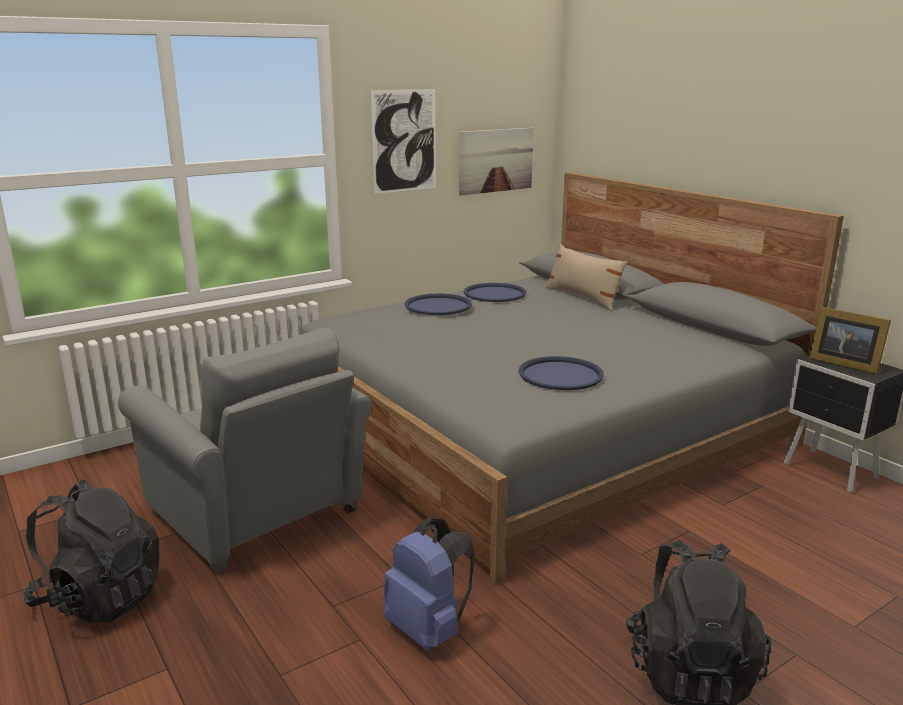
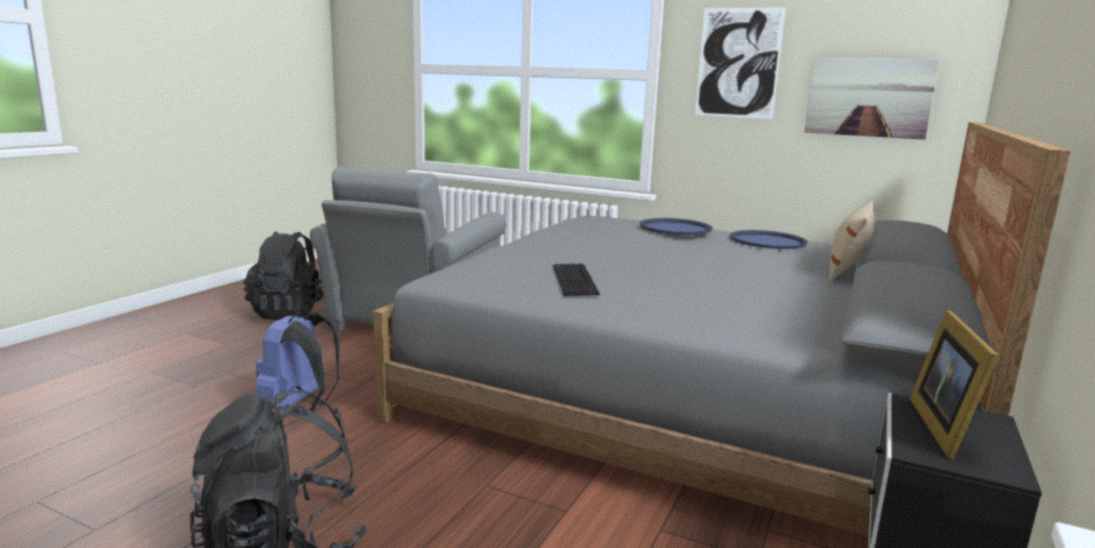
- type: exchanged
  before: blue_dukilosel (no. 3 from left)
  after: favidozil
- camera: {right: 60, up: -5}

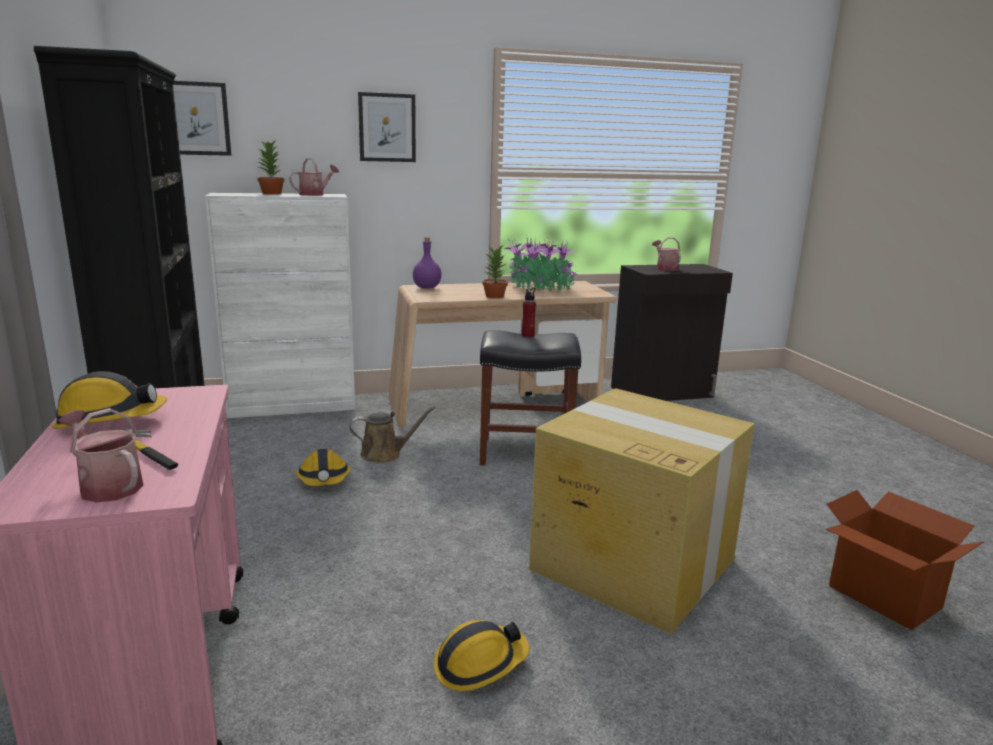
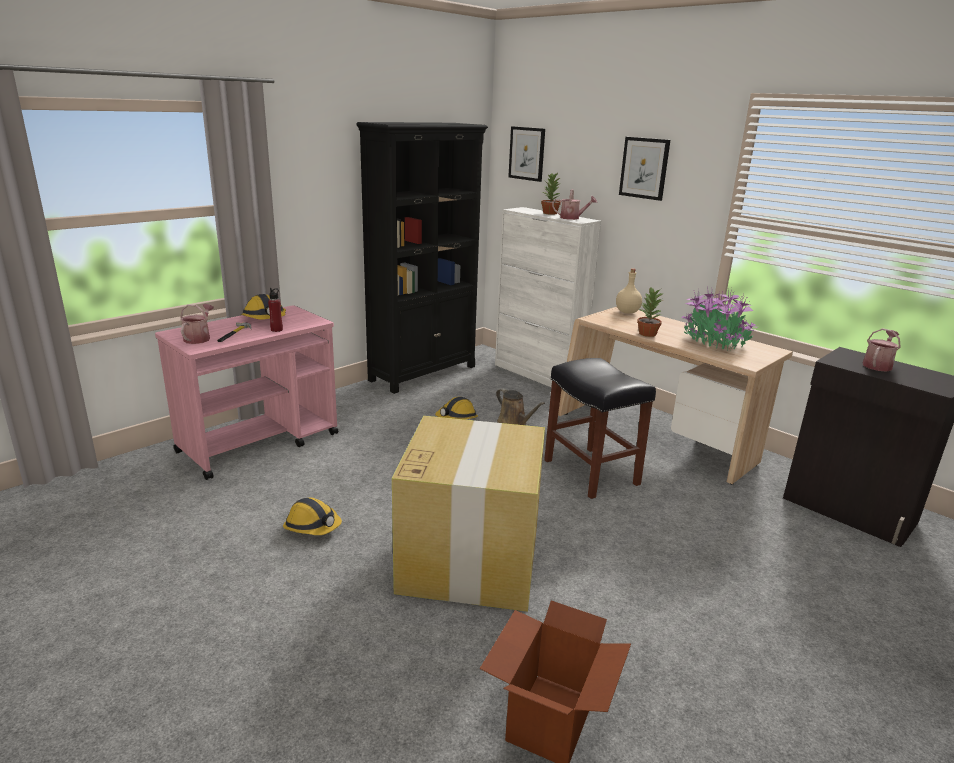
- type: relocated
  before: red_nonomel
- type: colour
  before: purple_nonomel
  after: beige_nonomel
- camera: {right: 60, up: 5}

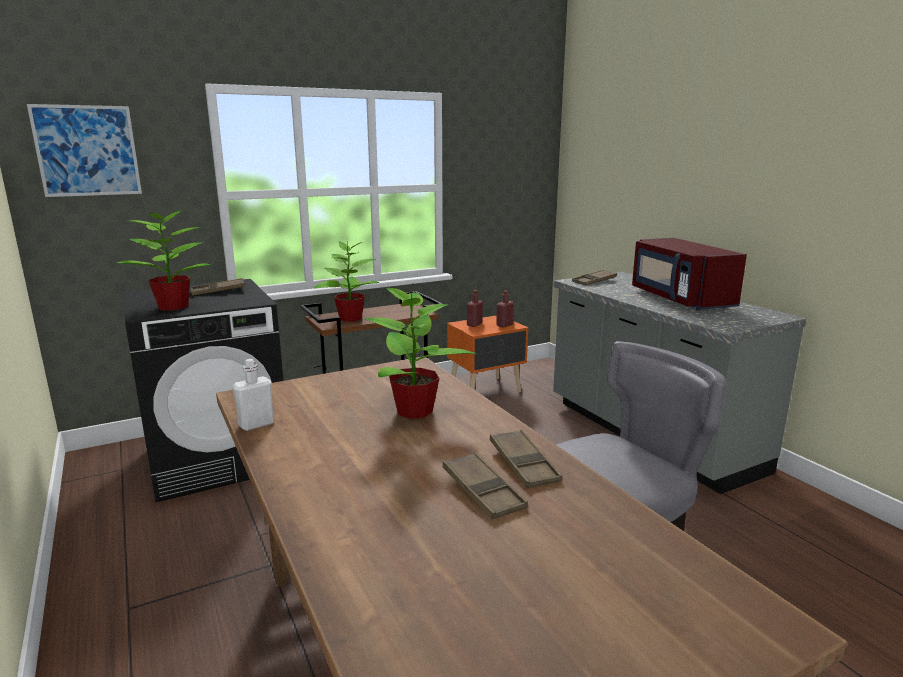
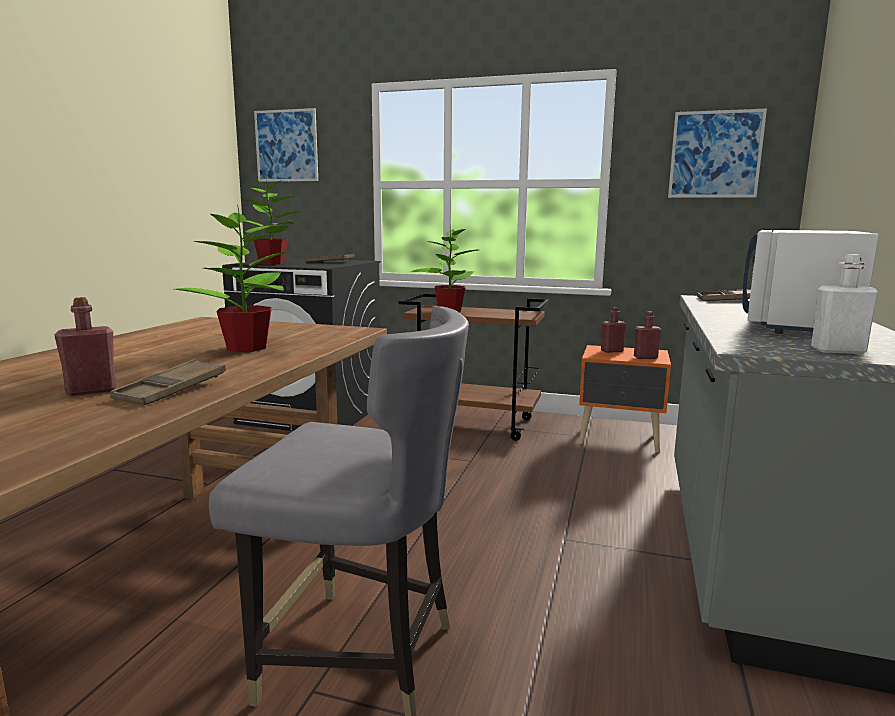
- type: appeared
  after: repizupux (no. 2 from left)
- type: relocated
  before: white_nonomel
- type: exchanged
  before: brown_dukilosel (no. 2 from left)
  after: red_nonomel (no. 1 from left)
- type: colour
  before: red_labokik
  after: white_labokik
- camera: {right: 45, up: -5}

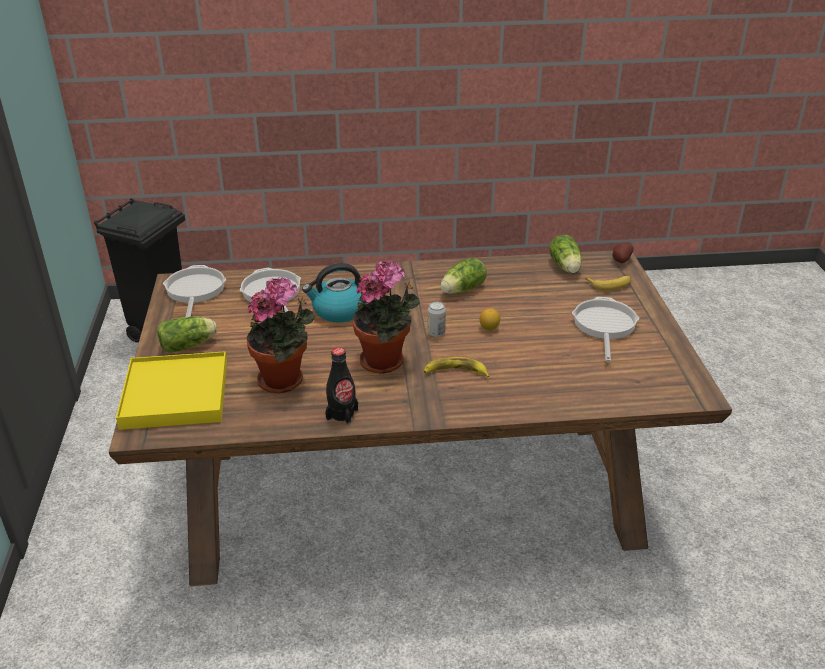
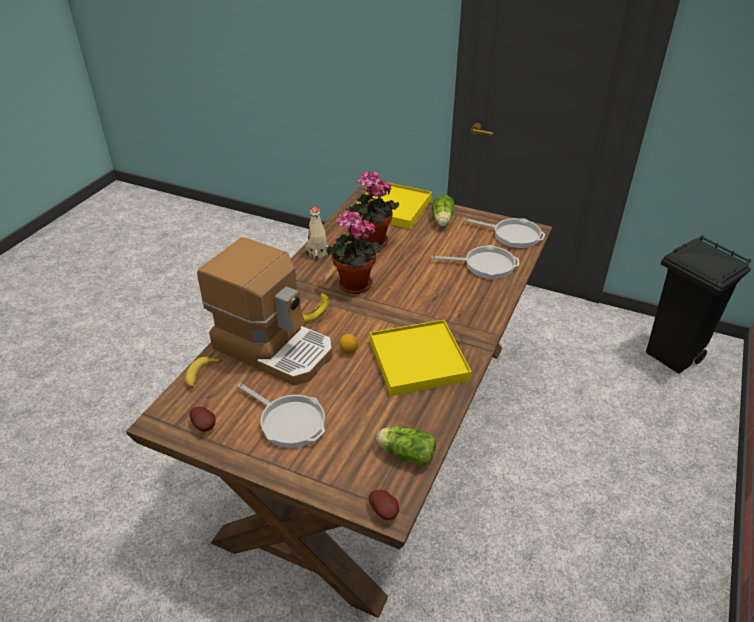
- type: missing
  before: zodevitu
- type: missing
  before: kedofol
- type: appeared
  after: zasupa (no. 1 from left)
- type: appeared
  after: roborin
- type: relocated
  before: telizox (no. 2 from left in the first image)
  after: telizox (no. 1 from left)
- type: exchanged
  before: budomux (no. 2 from left)
  after: yellow_dukilosel (no. 2 from left)
- type: colour
  before: black_nonomel
  after: beige_nonomel
- camera: {right: 120, up: 5}

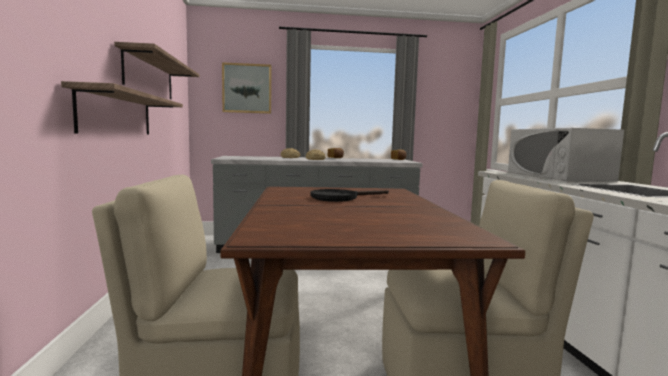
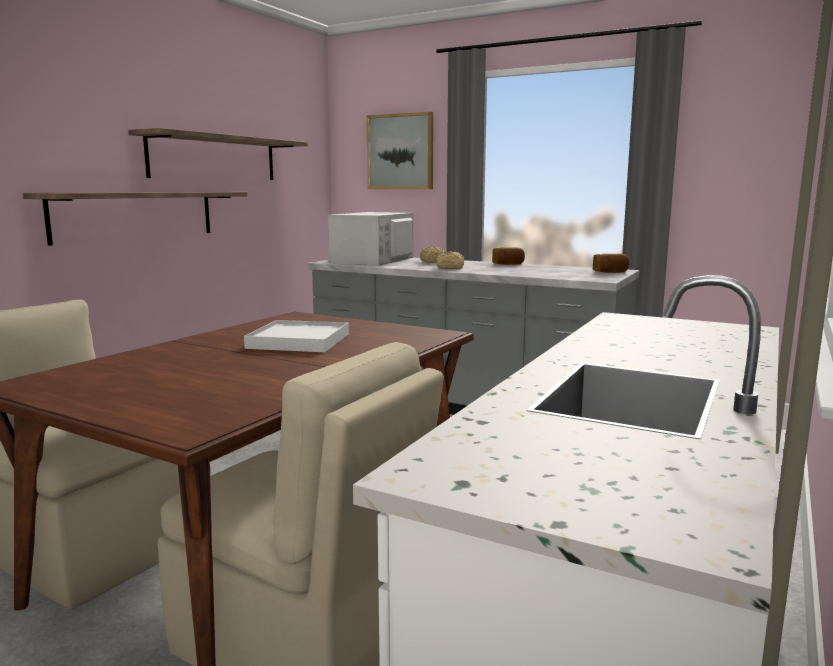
- type: relocated
  before: white_labokik
- type: exchanged
  before: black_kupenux
  after: white_dukilosel
- camera: {right: 35, up: 5}

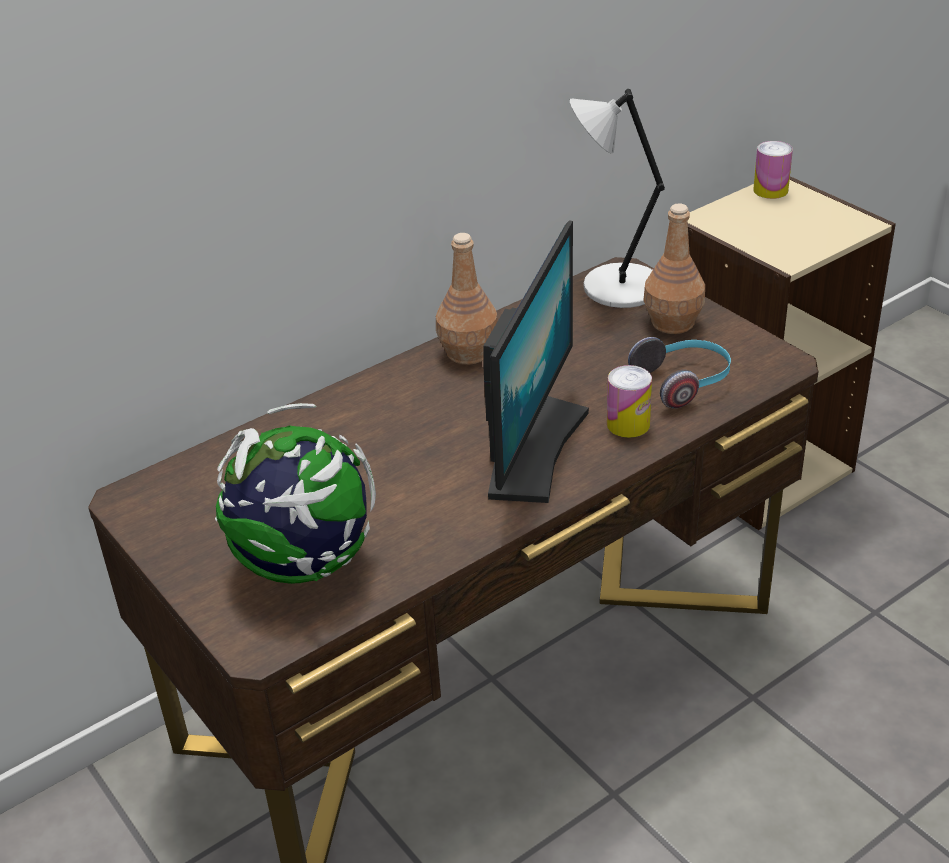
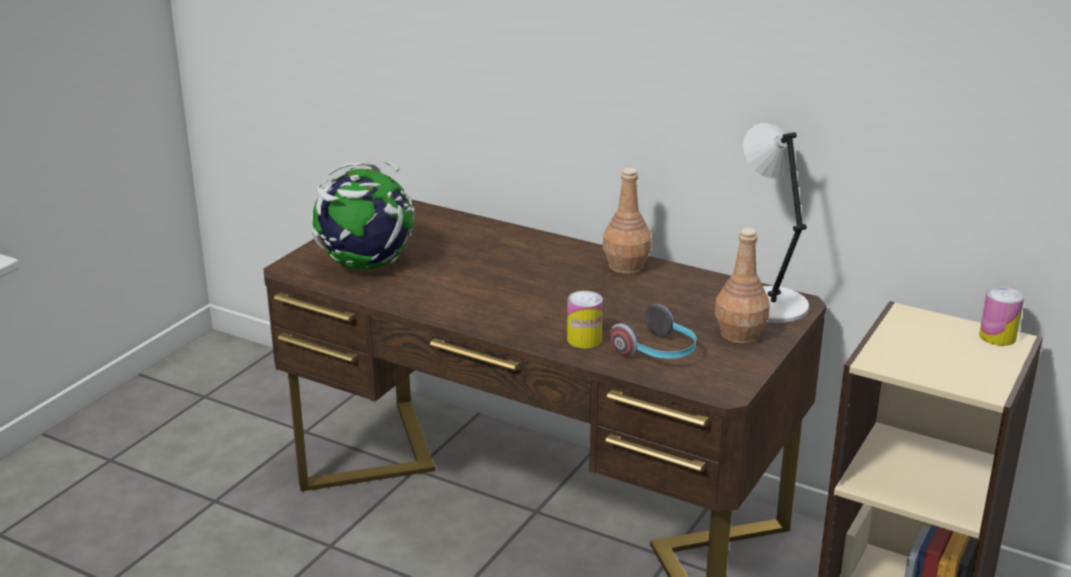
- type: missing
  before: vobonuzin
- camera: {right: 65, up: -10}

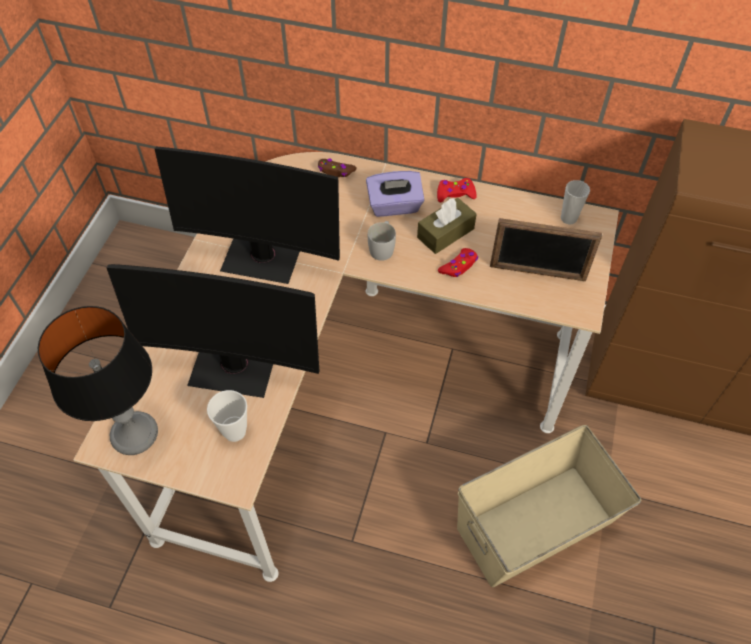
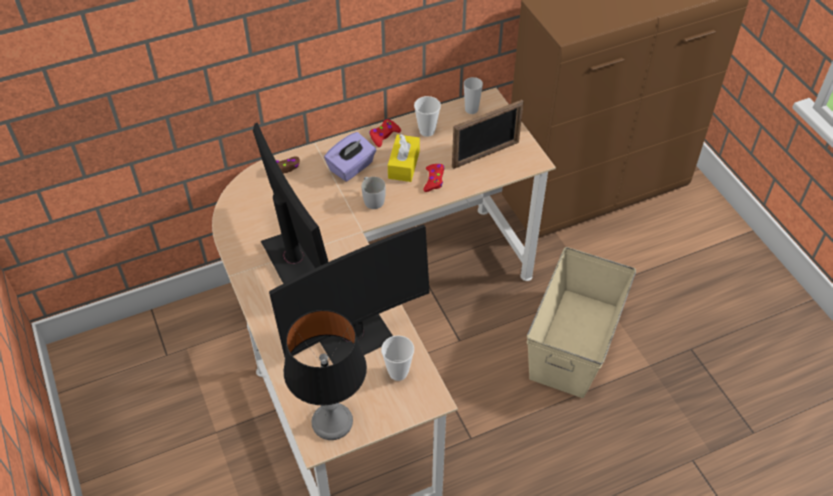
- type: appeared
  after: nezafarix (no. 2 from left)
- type: colour
  before: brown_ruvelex
  after: yellow_ruvelex
- type: spun
  before: vobonuzin (no. 2 from left in the first image)
  turn: -90
- camera: {right: -40, up: -5}

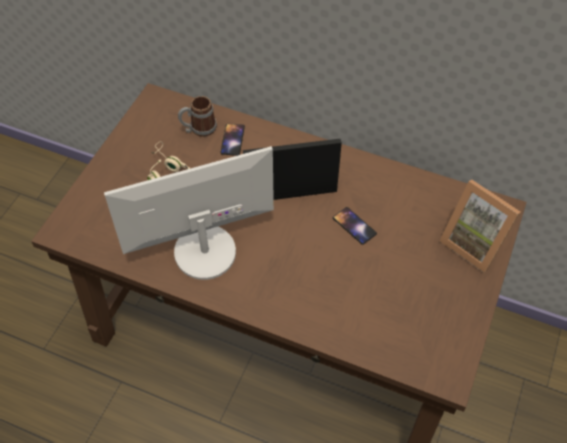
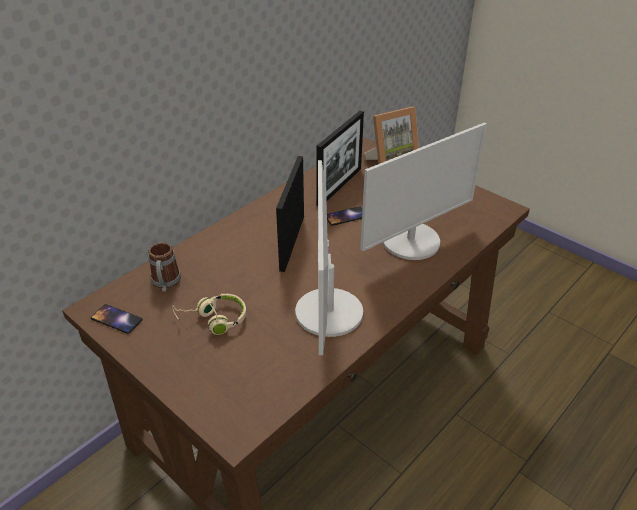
- type: appeared
  after: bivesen (no. 2 from left)
- type: appeared
  after: vobonuzin (no. 2 from left)
- type: relocated
  before: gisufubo (no. 1 from left)
- camera: {right: -70, up: -15}

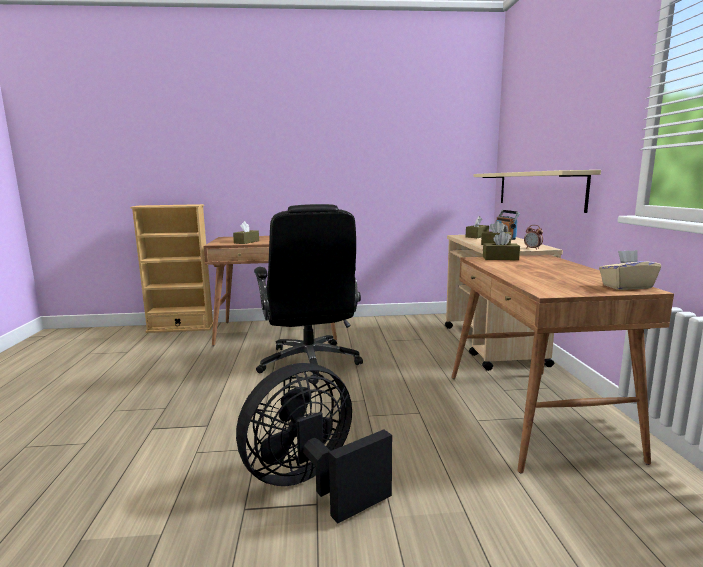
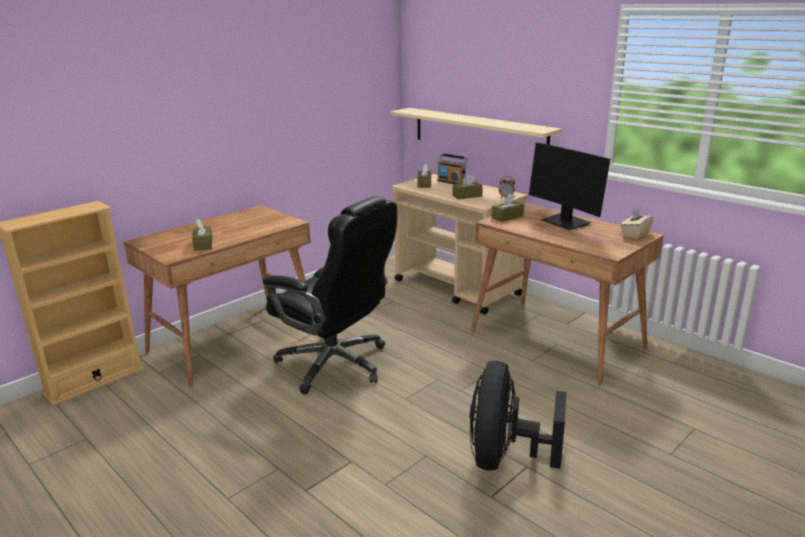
- type: appeared
  after: vobonuzin
- camera: {right: -40, up: 10}

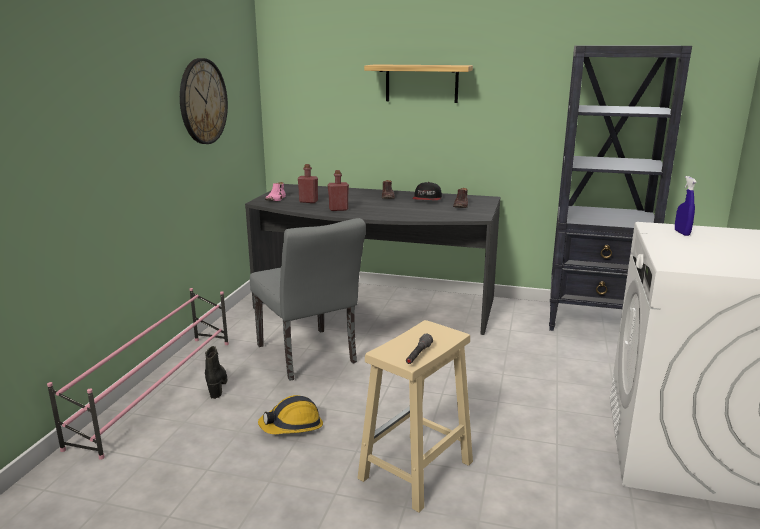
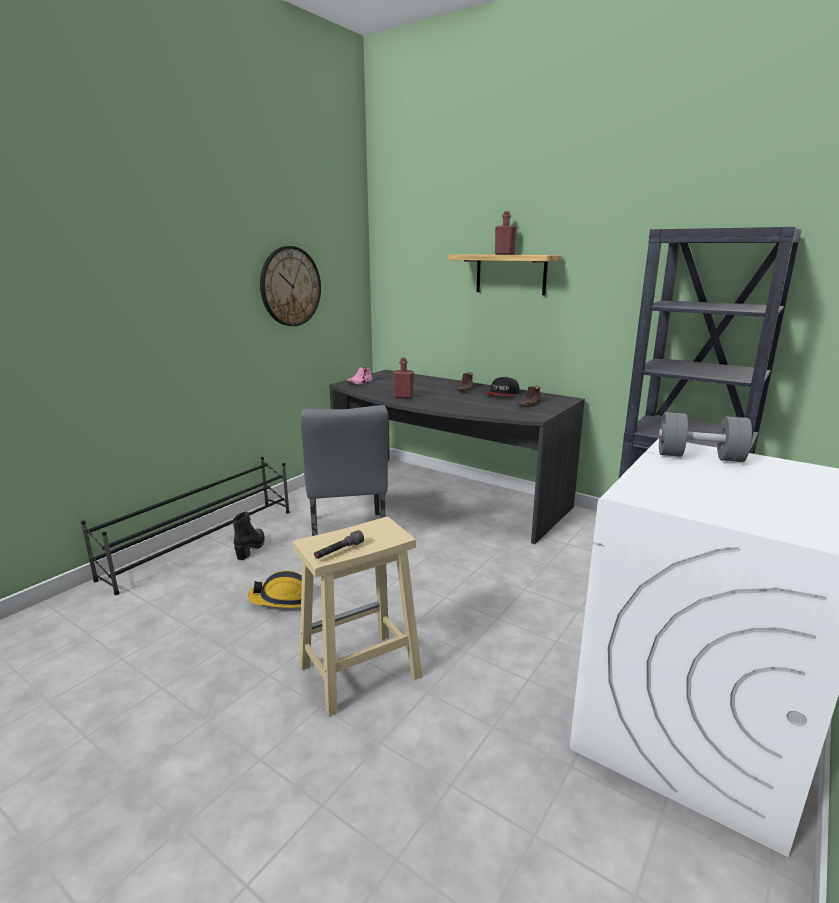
- type: relocated
  before: red_nonomel (no. 1 from left in the first image)
  after: red_nonomel (no. 2 from left)
- type: exchanged
  before: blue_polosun
  after: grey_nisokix
- type: colour
  before: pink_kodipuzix
  after: black_kodipuzix
- camera: {right: 20, up: 0}

